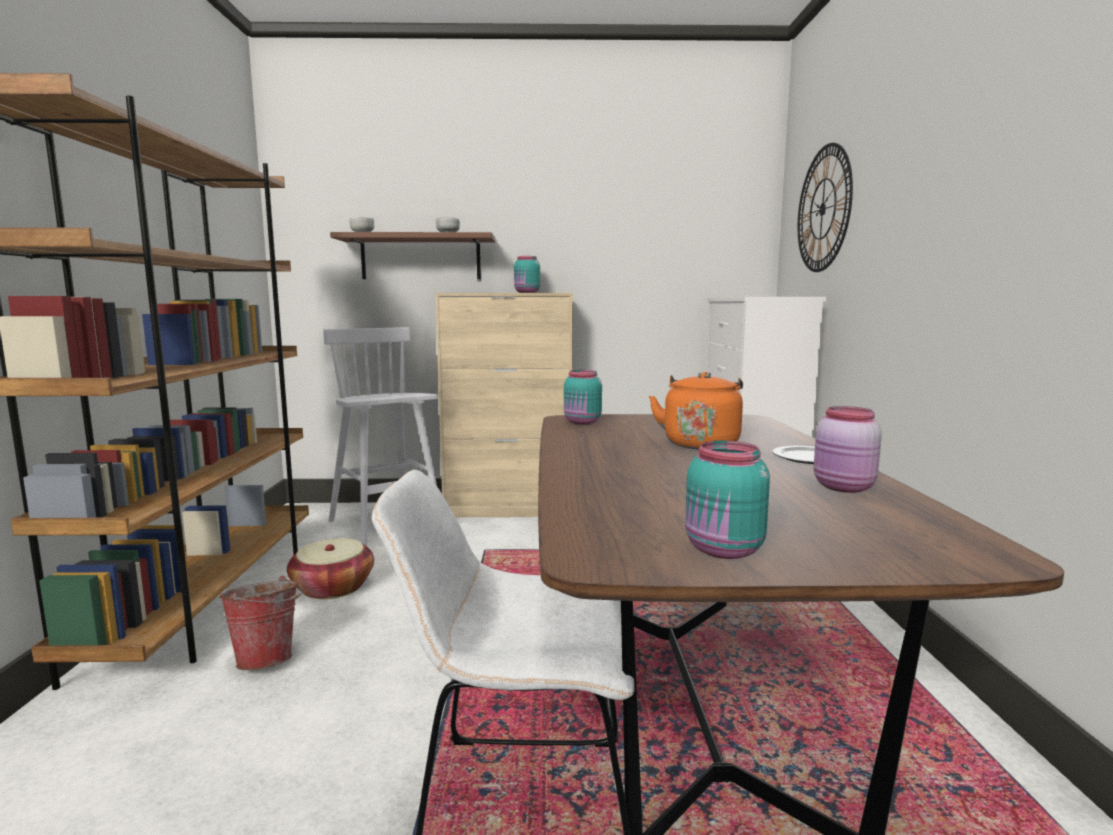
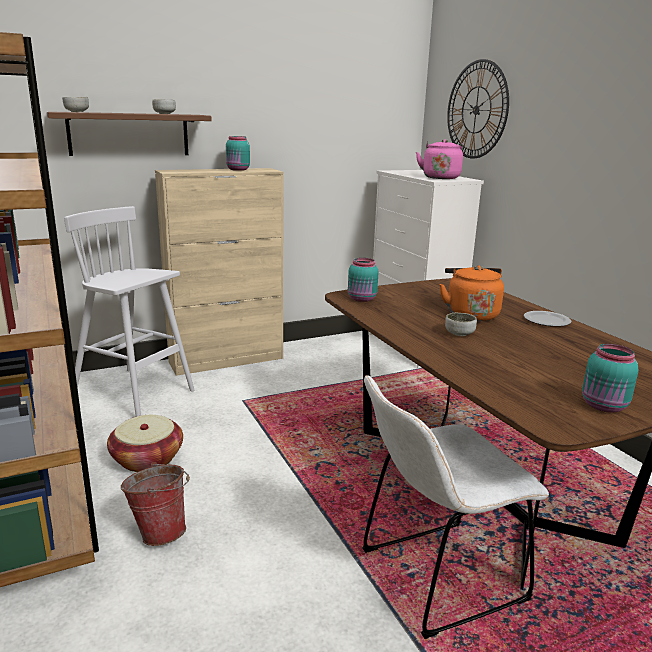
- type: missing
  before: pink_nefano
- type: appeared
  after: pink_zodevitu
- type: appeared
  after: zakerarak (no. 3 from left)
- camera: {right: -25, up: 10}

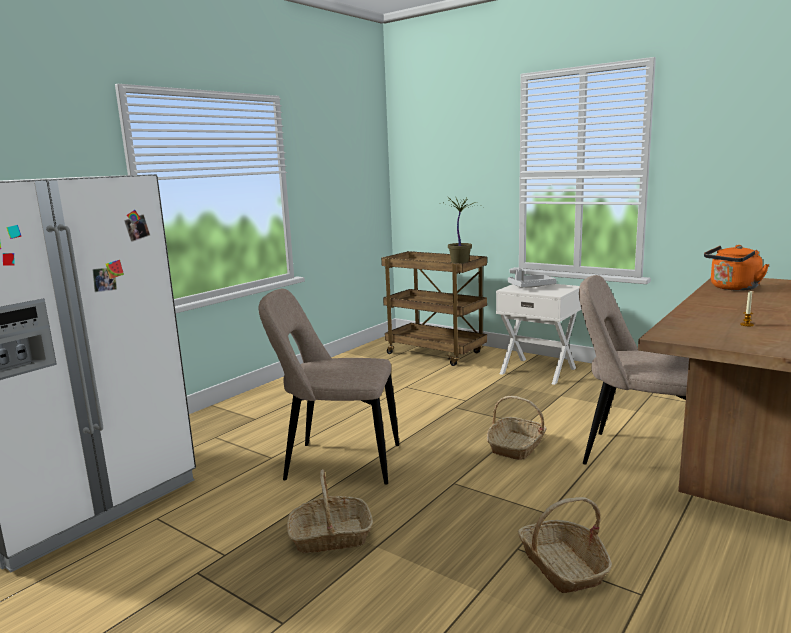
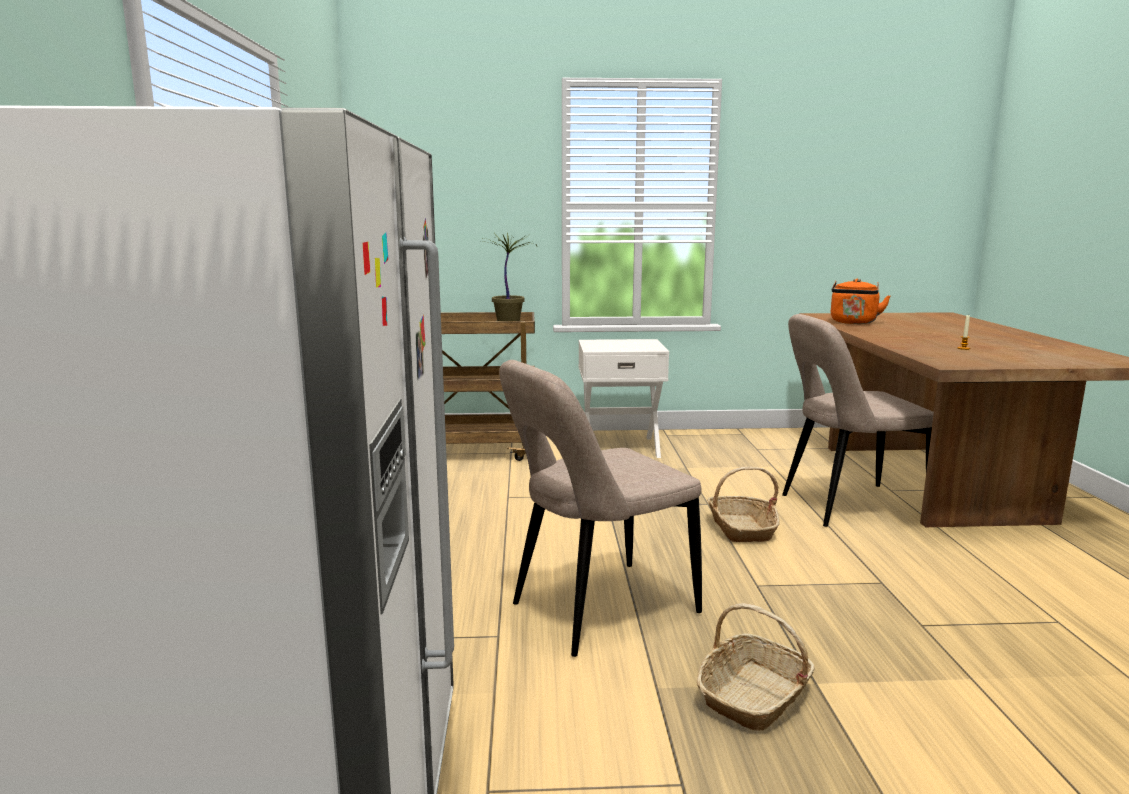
- type: missing
  before: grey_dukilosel
- type: missing
  before: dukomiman (no. 3 from left)
- camera: {right: -40, up: 0}

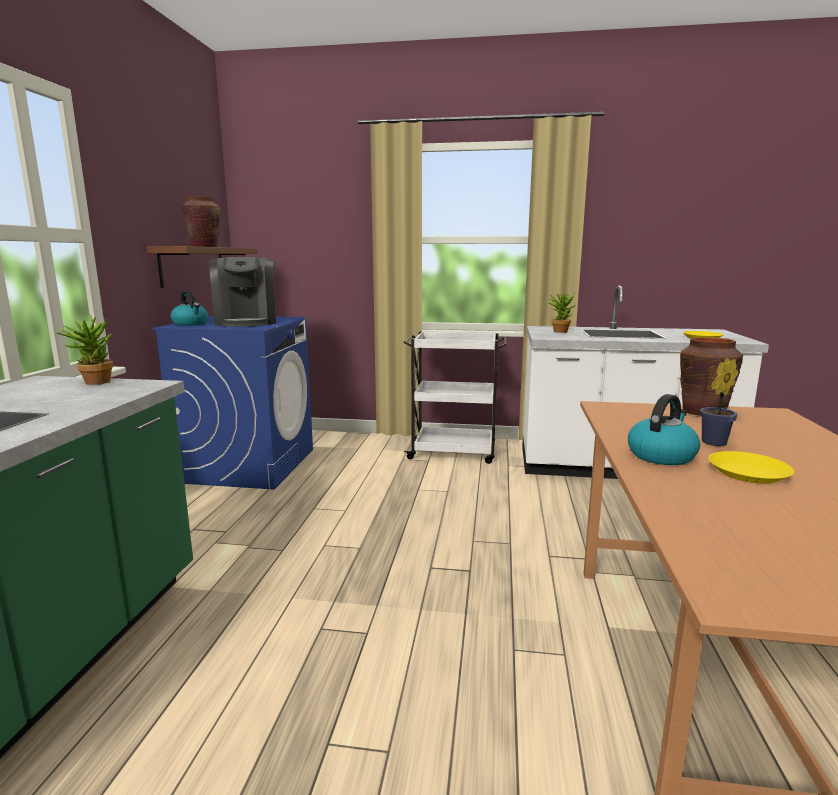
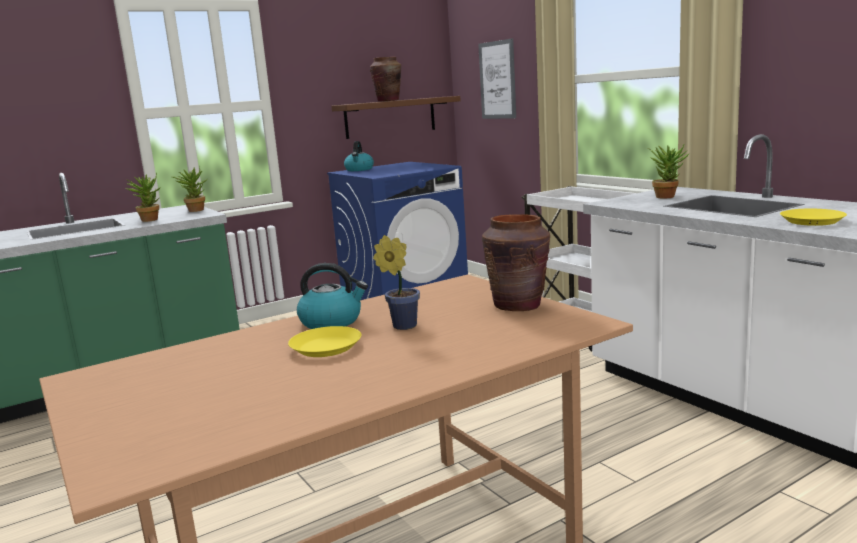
- type: missing
  before: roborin
- type: appeared
  after: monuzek (no. 1 from left)
- type: appeared
  after: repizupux
- camera: {right: 50, up: 0}

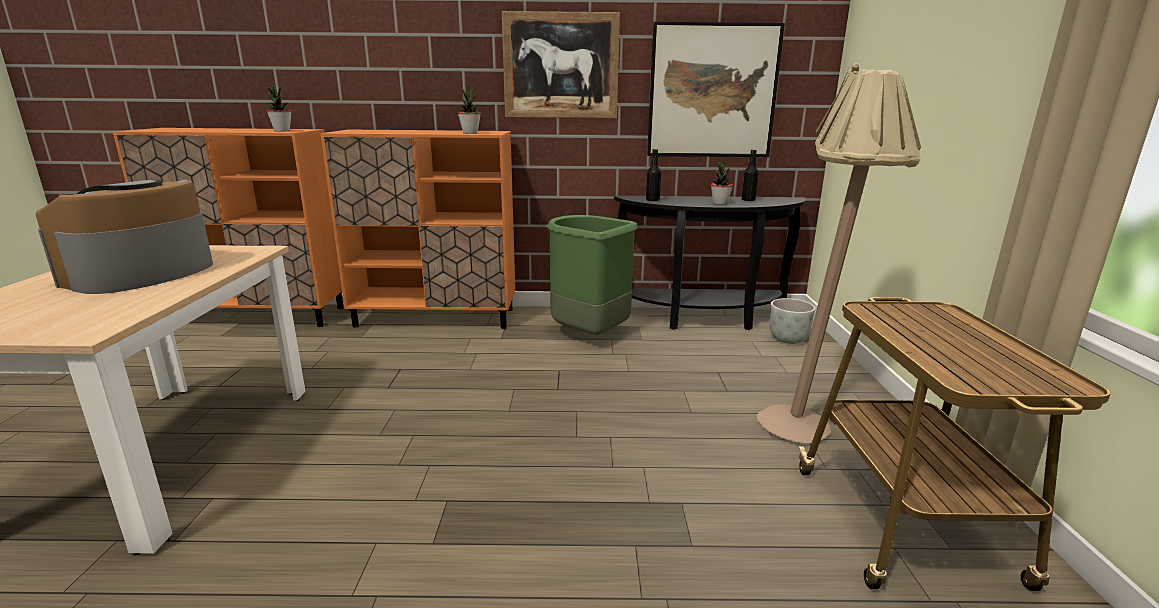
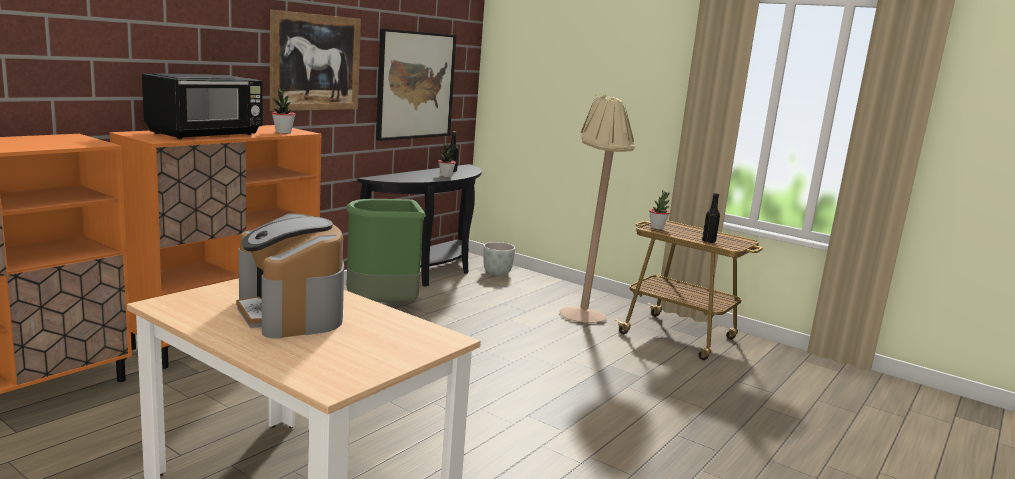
- type: appeared
  after: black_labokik
- type: relocated
  before: monuzek (no. 1 from left in the first image)
  after: monuzek (no. 3 from left)
- type: relocated
  before: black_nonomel (no. 1 from left in the first image)
  after: black_nonomel (no. 2 from left)
- camera: {right: -55, up: -5}

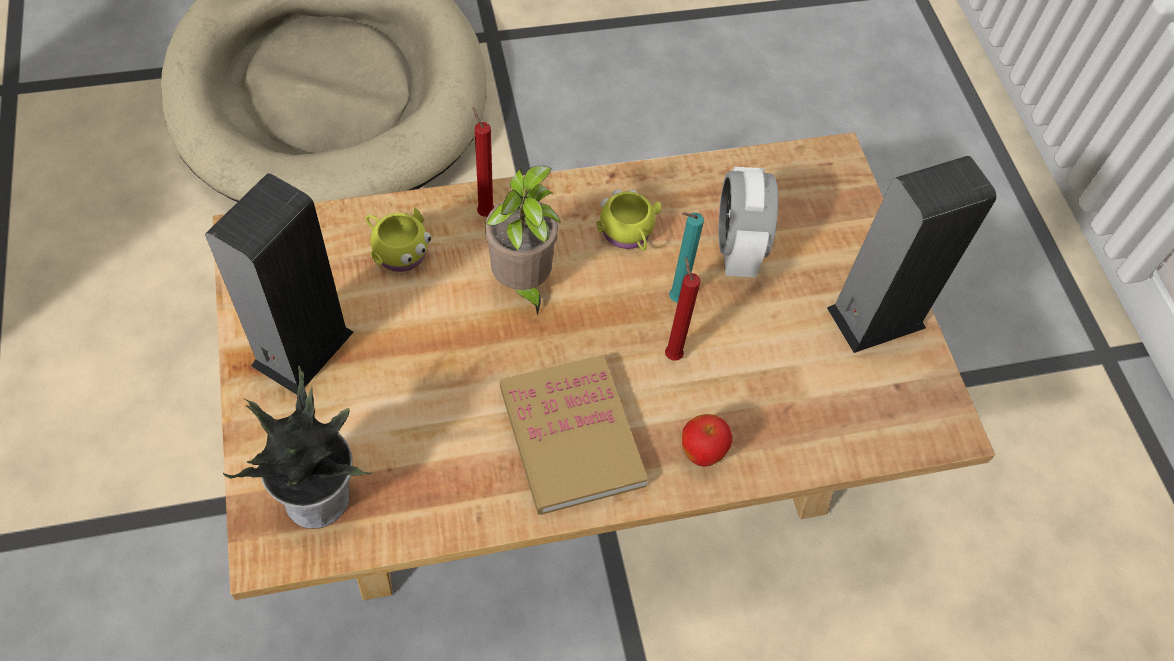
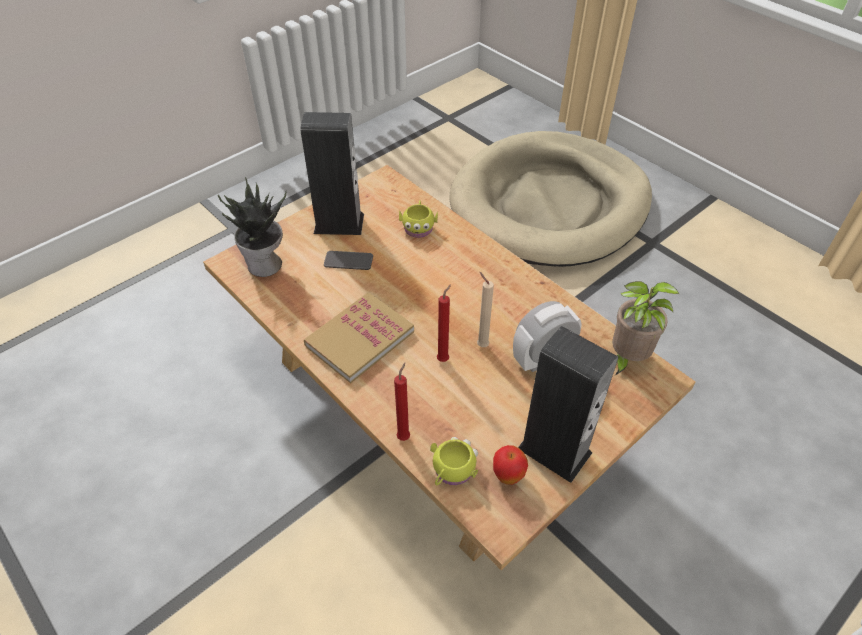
- type: appeared
  after: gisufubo
- type: relocated
  before: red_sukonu (no. 1 from left)
- type: relocated
  before: monuzek (no. 2 from left)
- type: relocated
  before: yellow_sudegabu (no. 2 from left)
- type: relocated
  before: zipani
- type: colour
  before: turquoise_sukonu
  after: beige_sukonu
- camera: {right: 65, up: -10}

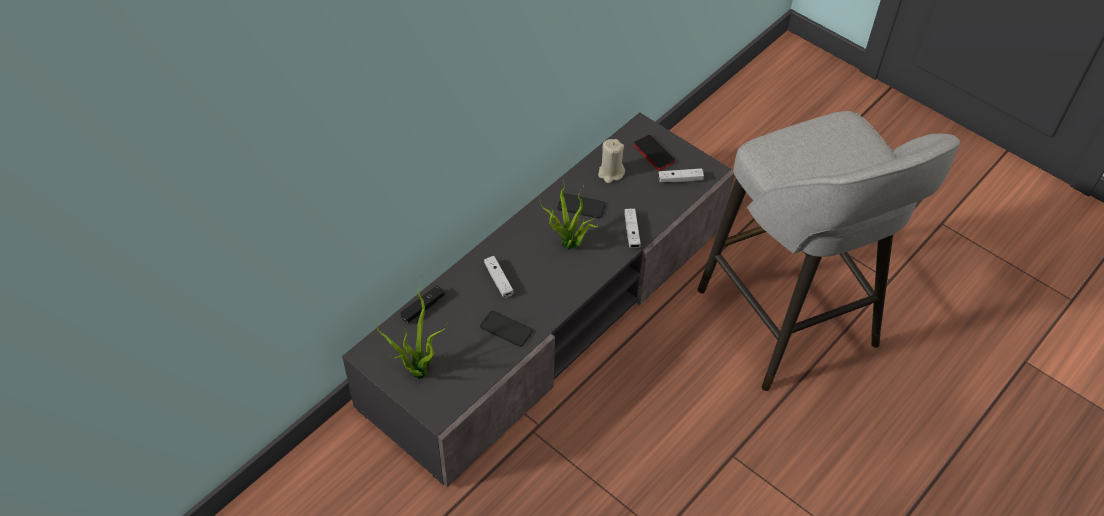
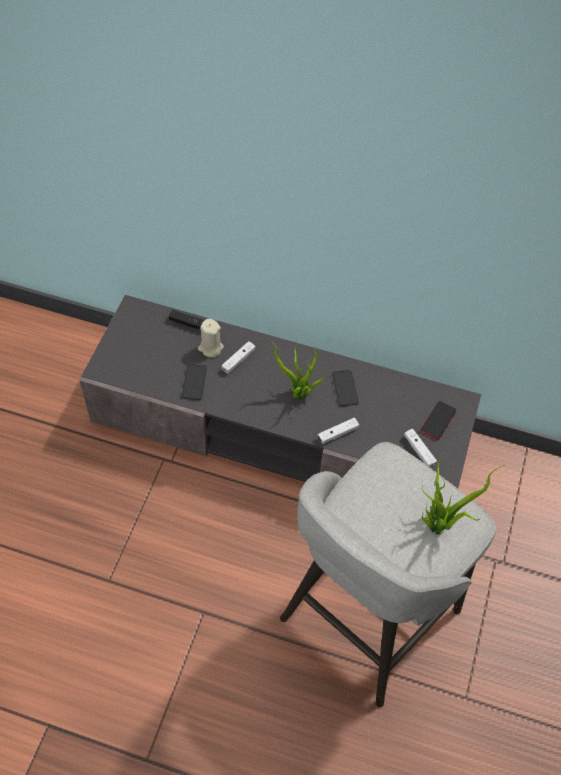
- type: relocated
  before: monuzek (no. 1 from left in the first image)
  after: monuzek (no. 2 from left)
- type: relocated
  before: beige_sukonu
- camera: {right: 65, up: 5}

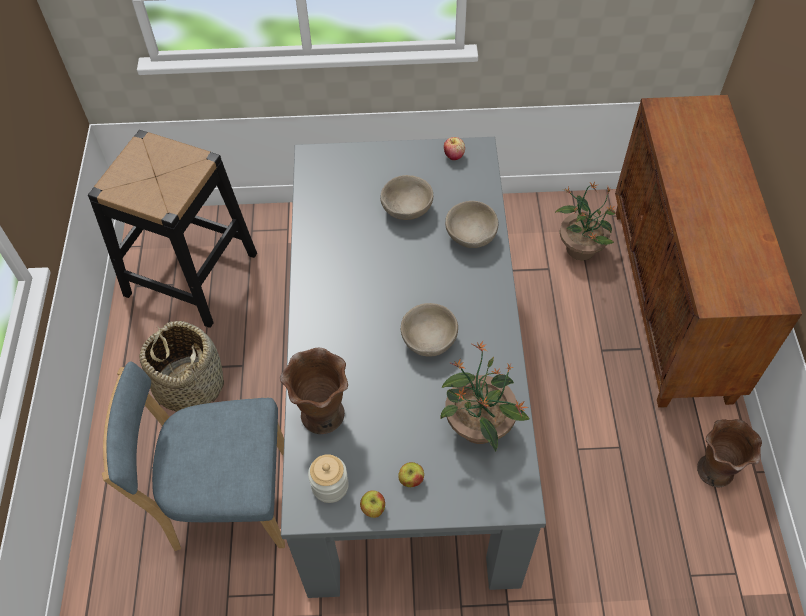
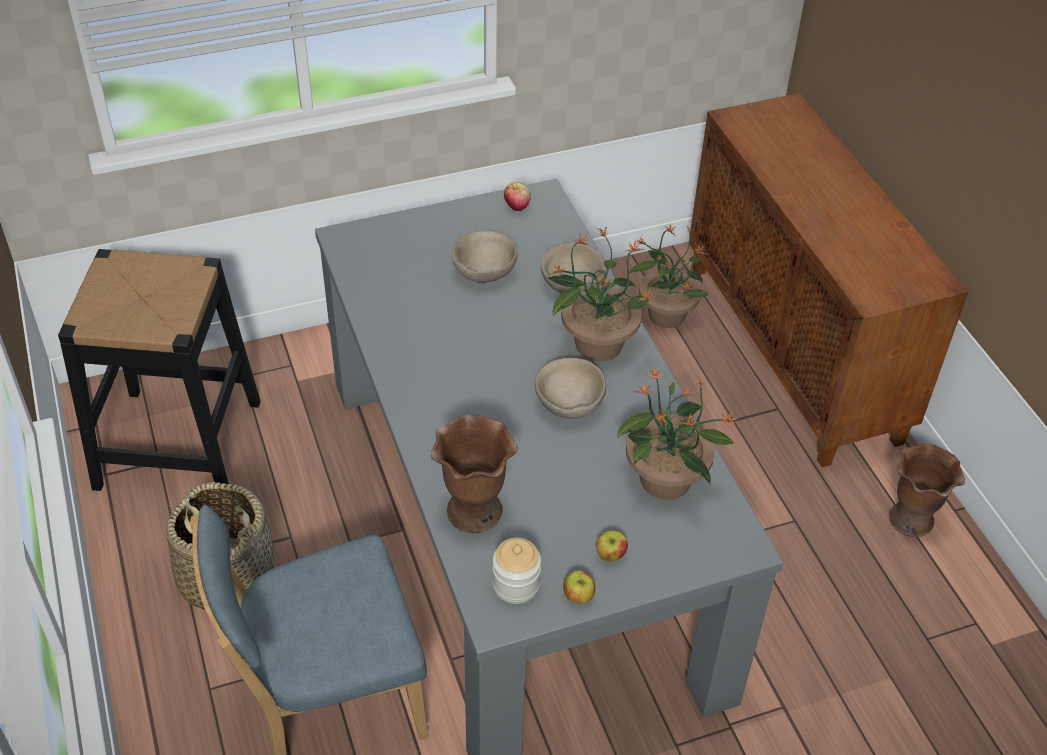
- type: appeared
  after: monuzek (no. 1 from left)
- camera: {right: -20, up: -10}

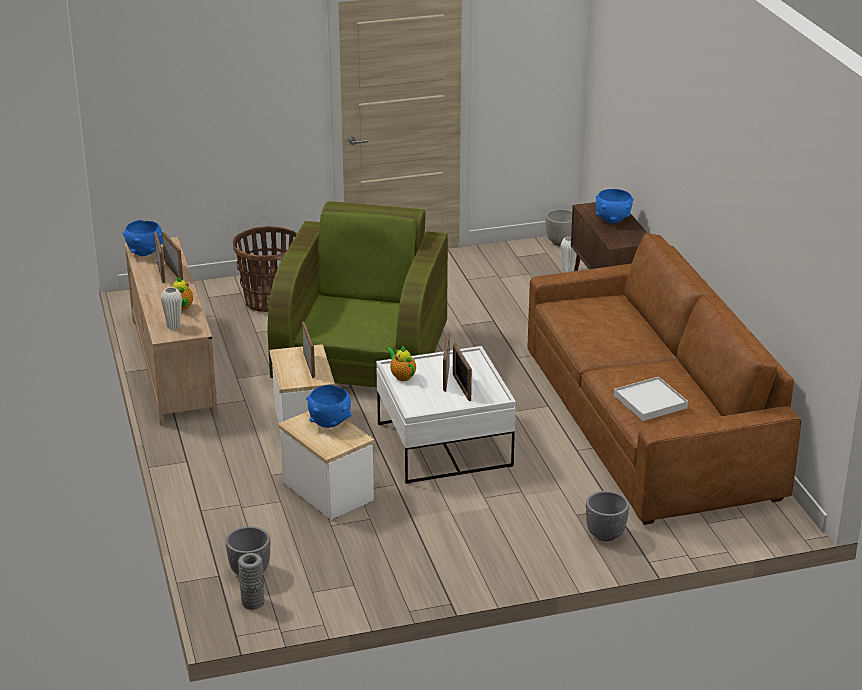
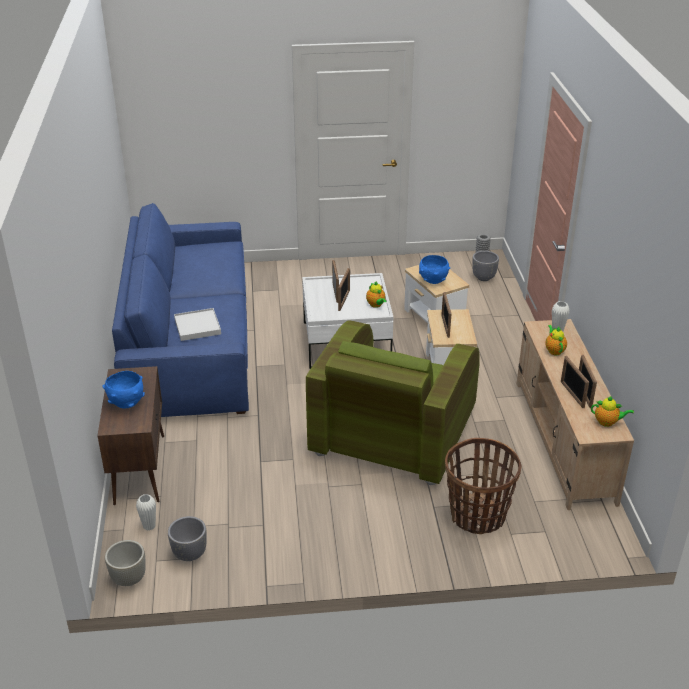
- type: relocated
  before: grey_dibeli (no. 3 from left in the first image)
  after: grey_dibeli (no. 2 from left)
- type: relocated
  before: white_dukilosel
- type: exchanged
  before: blue_zakerarak (no. 1 from left)
  after: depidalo (no. 3 from left)
- type: colour
  before: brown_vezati
  after: blue_vezati
- camera: {right: -170, up: 5}

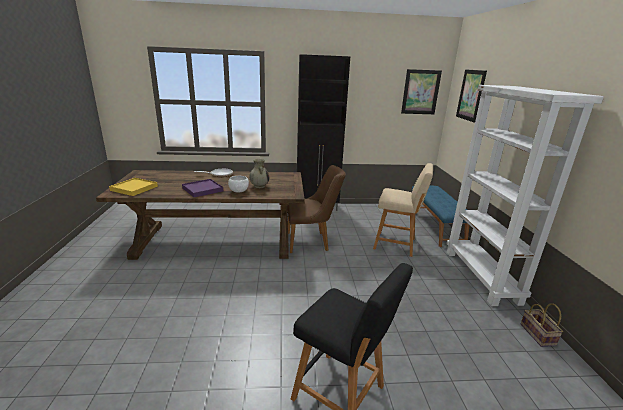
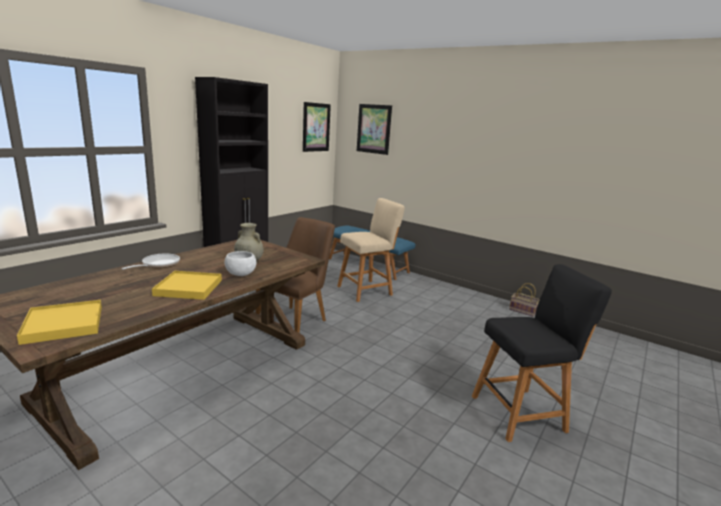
- type: missing
  before: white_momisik
- type: colour
  before: purple_dukilosel
  after: yellow_dukilosel (no. 2 from left)
- camera: {right: -50, up: -5}

